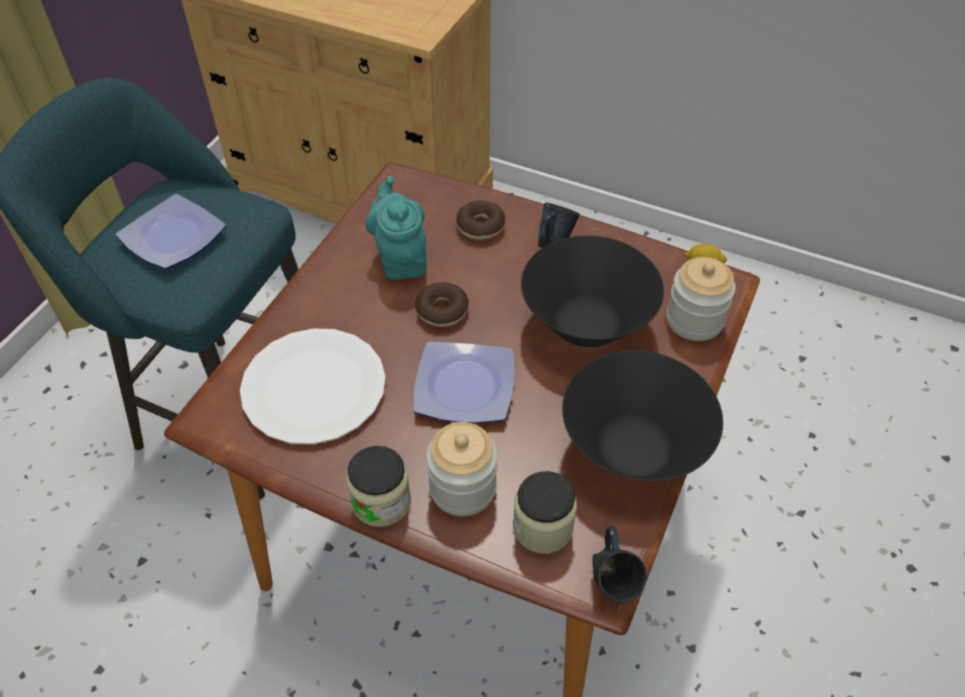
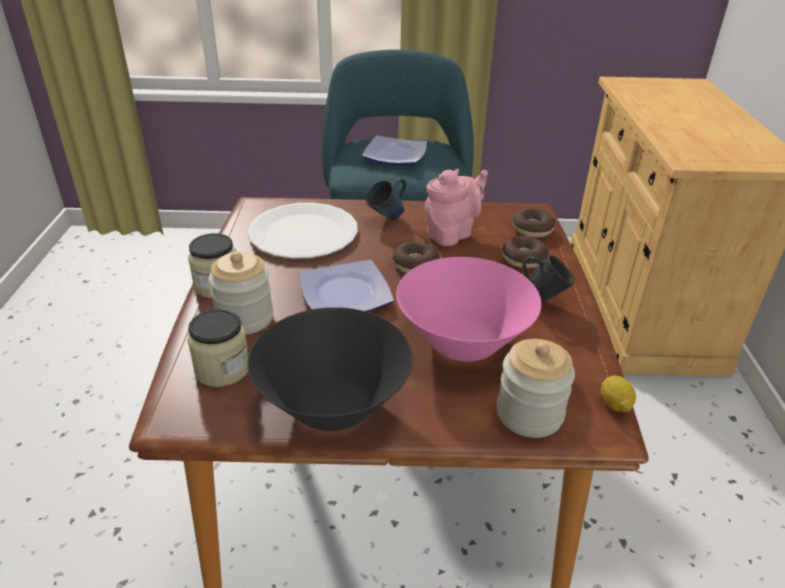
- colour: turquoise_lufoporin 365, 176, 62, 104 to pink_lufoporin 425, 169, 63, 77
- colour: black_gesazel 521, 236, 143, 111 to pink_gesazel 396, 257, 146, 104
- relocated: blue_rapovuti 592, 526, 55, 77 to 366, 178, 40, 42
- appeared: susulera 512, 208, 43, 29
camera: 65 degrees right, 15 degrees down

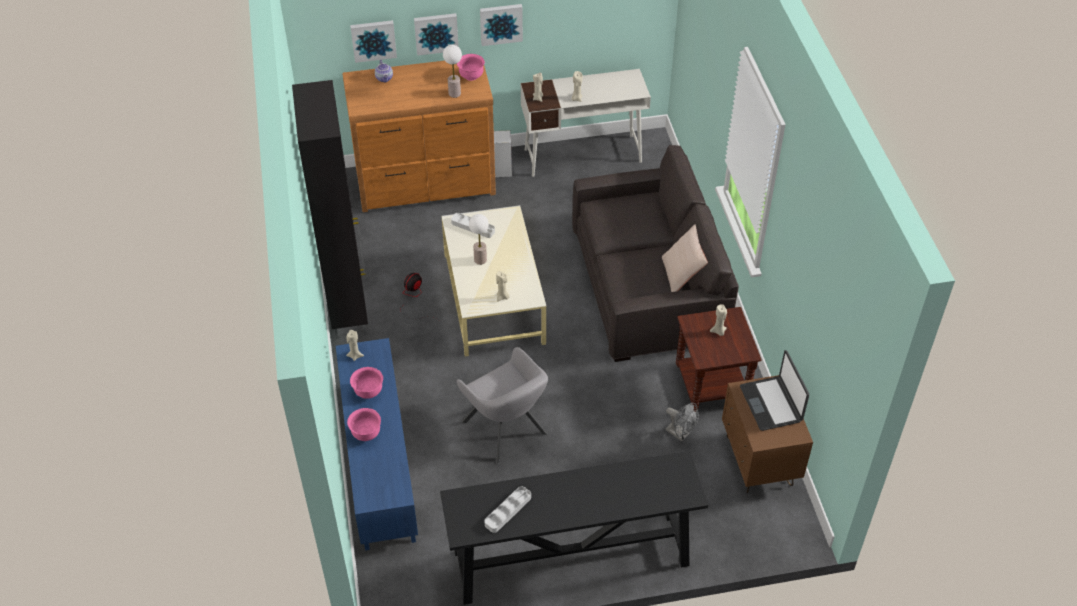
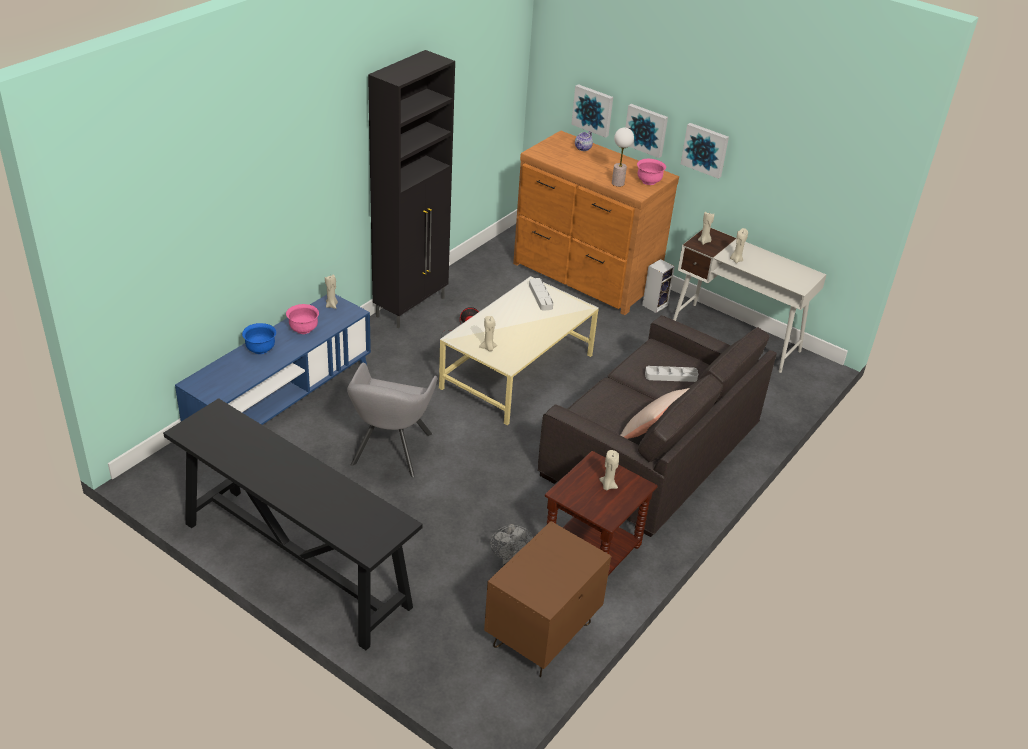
- missing: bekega 469, 214, 20, 51
- missing: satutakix 740, 350, 69, 81
- colour: pink_gesazel 347, 408, 34, 33 to blue_gesazel 242, 323, 34, 31
- relocated: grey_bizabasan 485, 486, 46, 47 to 645, 366, 53, 16
camera: 45 degrees right, 10 degrees down

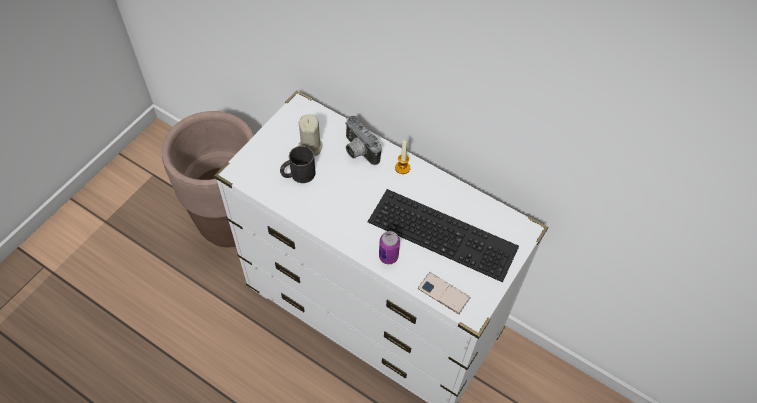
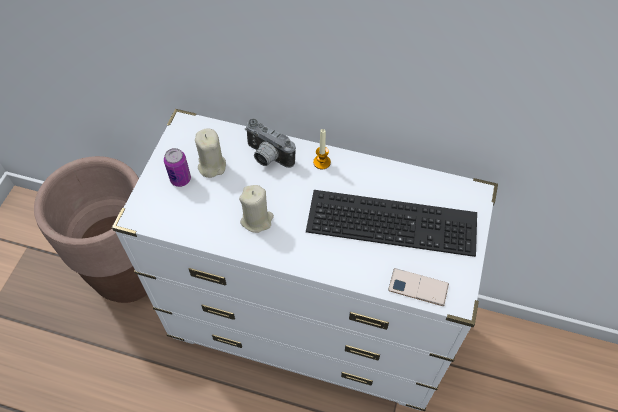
- missing: black_rapovuti 280, 146, 36, 37
- relocated: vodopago 379, 231, 21, 33 to 164, 148, 27, 39
- appeared: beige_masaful 239, 185, 35, 48
camera: 15 degrees left, 0 degrees up

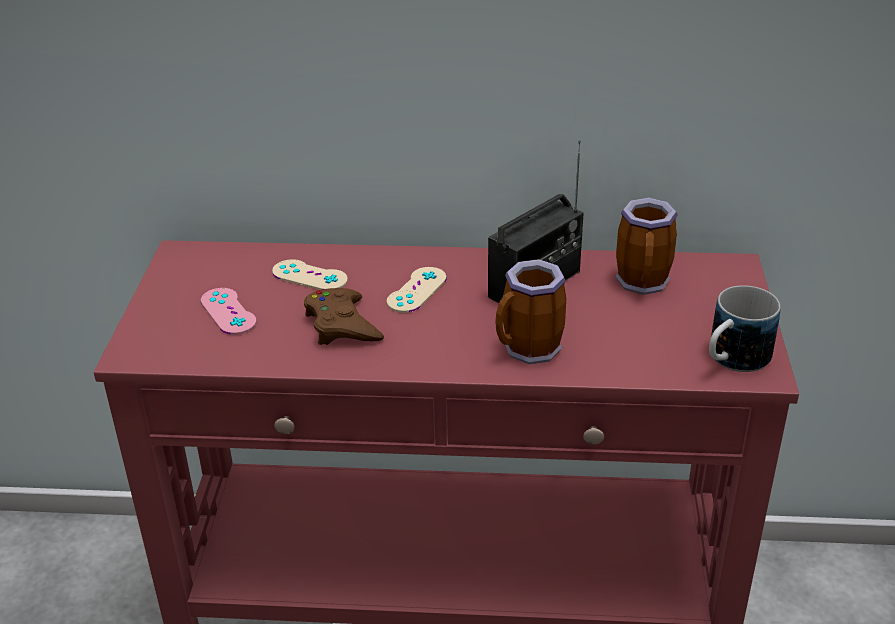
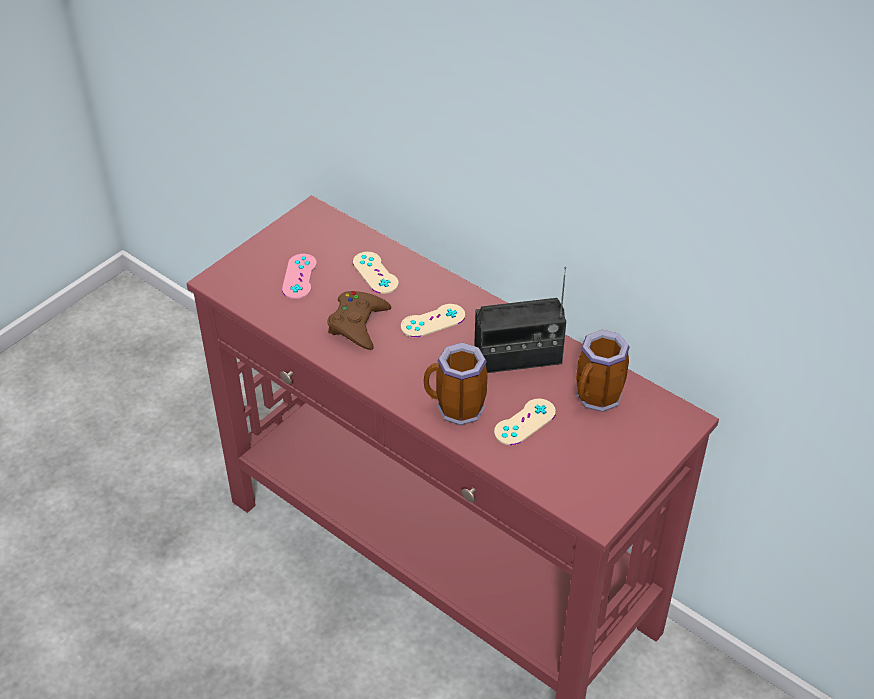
- missing: rapovuti 709, 285, 72, 87
- appeared: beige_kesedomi 494, 399, 62, 46
camera: 35 degrees right, 10 degrees up

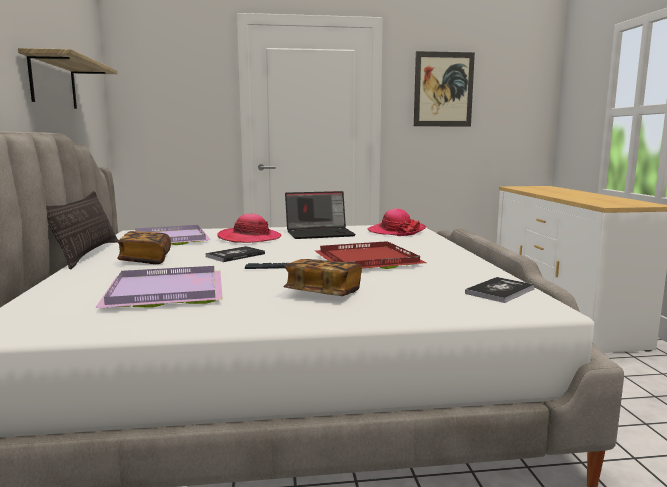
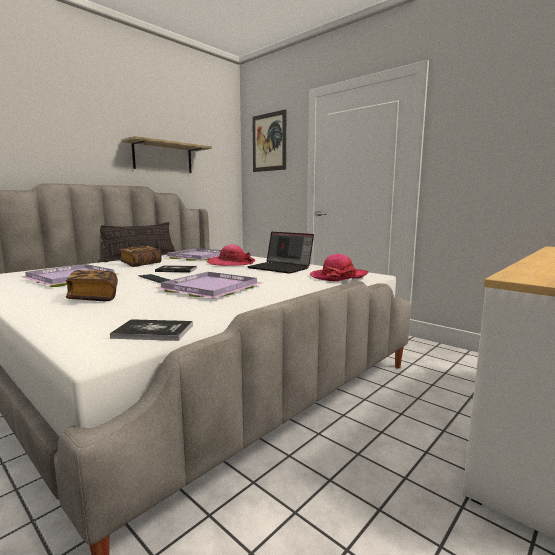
- relocated: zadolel 414, 51, 61, 75 to 252, 109, 34, 63
- colour: red_bizabasan 315, 241, 112, 28 to purple_bizabasan 156, 272, 107, 26
camera: 50 degrees right, 0 degrees up

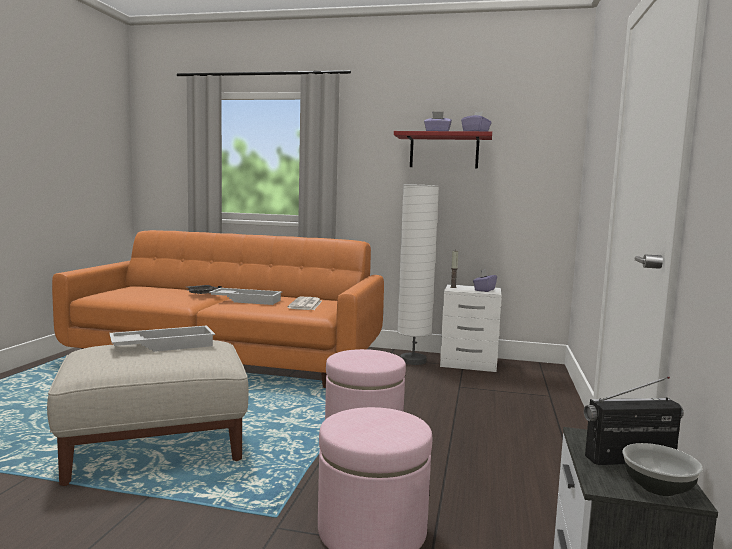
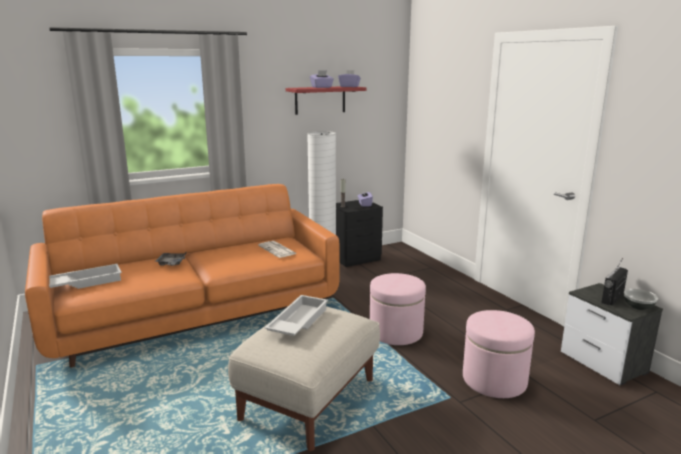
- colour: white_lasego 440, 284, 62, 88 to black_lasego 336, 200, 47, 67
- relocated: white_bizabasan 209, 288, 73, 17 to 49, 264, 73, 25
camera: 40 degrees left, 10 degrees up

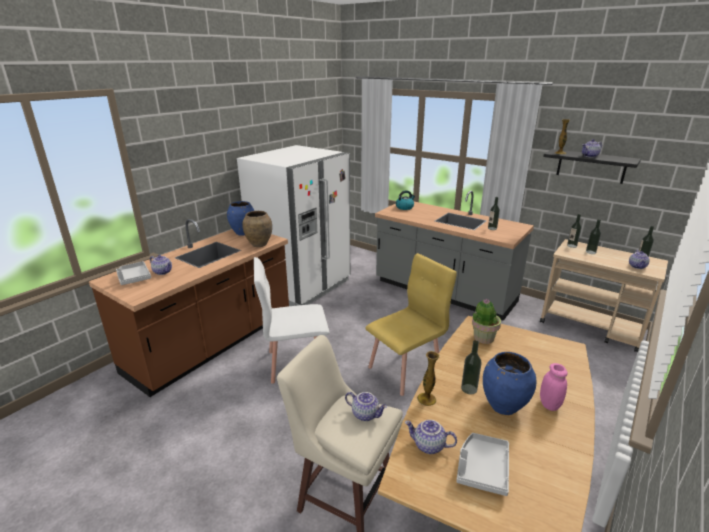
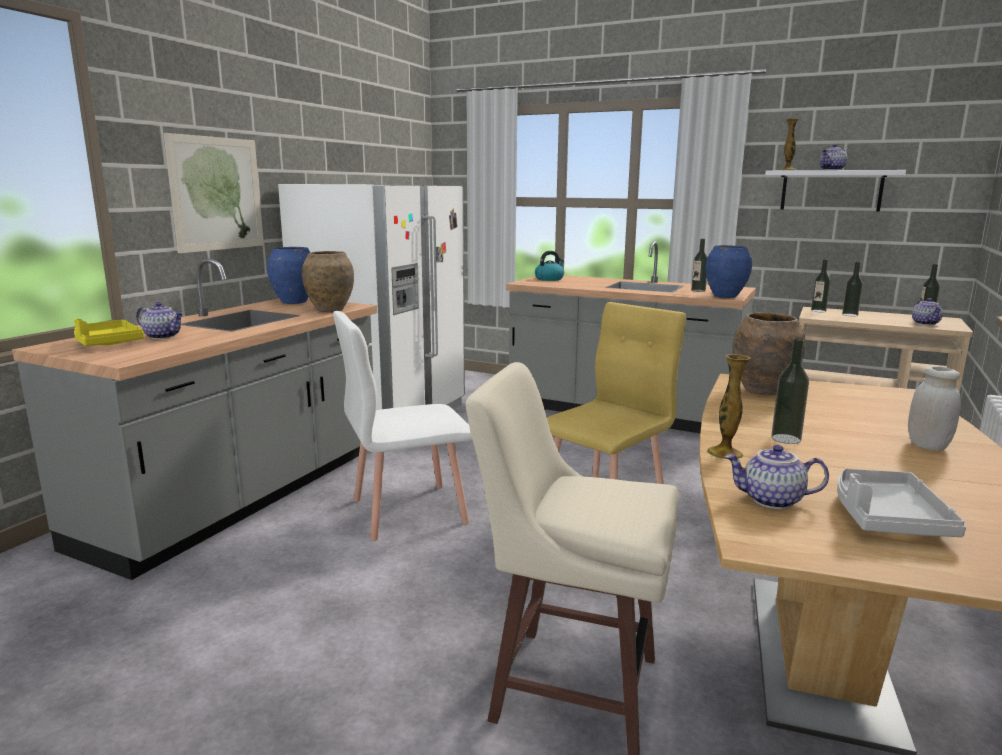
- colour: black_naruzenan 543, 149, 98, 35 to white_naruzenan 765, 170, 141, 41
- colour: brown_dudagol 89, 219, 200, 178 to grey_dudagol 12, 259, 365, 321
- colour: grey_bizabasan 116, 261, 35, 24 to yellow_bizabasan 74, 319, 70, 27
- exchanged: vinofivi 472, 299, 29, 45 to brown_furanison 733, 312, 73, 84
- relocated: blue_furanison 483, 352, 53, 63 to 706, 245, 46, 53
- colour: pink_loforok 540, 363, 28, 48 to white_loforok 908, 366, 53, 85
- missing: lufoporin 345, 392, 42, 29
- appeared: zadolel 163, 133, 101, 120
camera: 10 degrees left, 10 degrees down

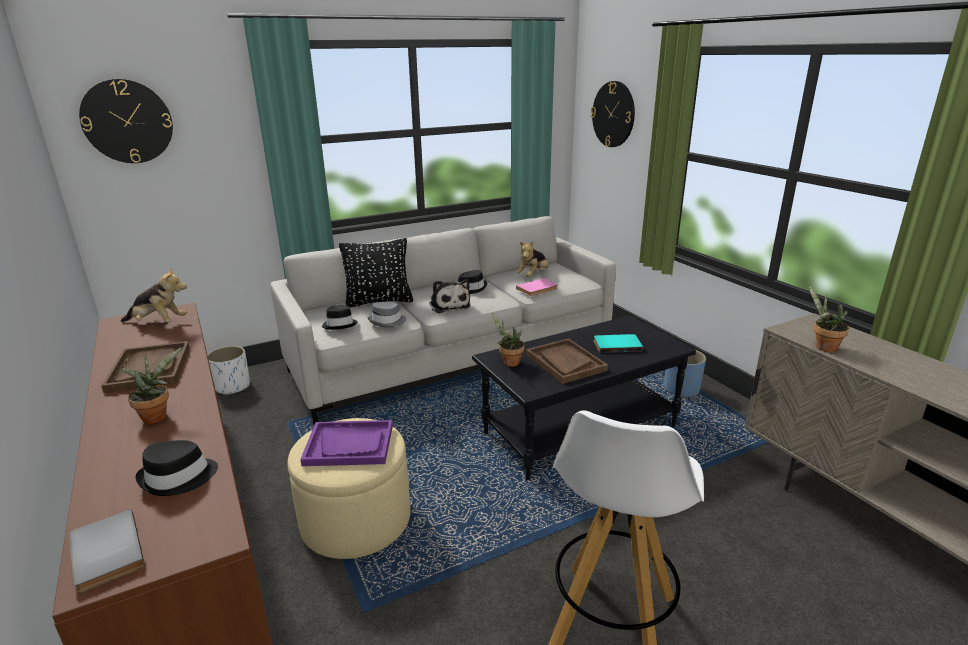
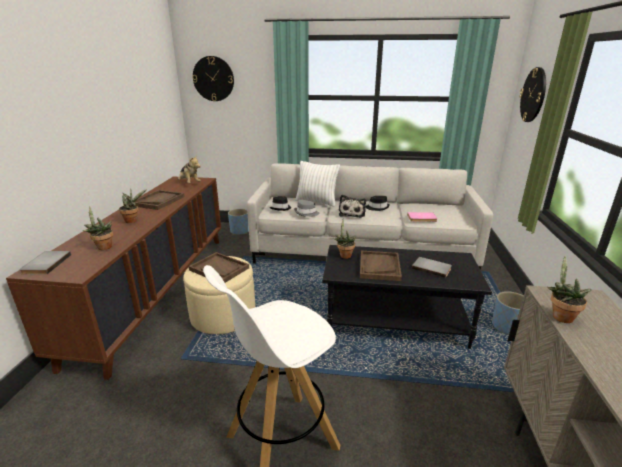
- colour: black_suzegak 339, 238, 74, 70 to white_suzegak 295, 161, 45, 46
- missing: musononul 516, 241, 32, 36
- colour: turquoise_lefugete 594, 334, 49, 19 to grey_lefugete 412, 257, 40, 21
- colour: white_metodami 207, 346, 43, 49 to blue_metodami 228, 209, 21, 26
- colour: purple_bizabasan 300, 420, 93, 46 to brown_bizabasan 188, 252, 61, 31
- exchanged: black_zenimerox 136, 440, 82, 56 to vinofivi 83, 206, 30, 44
camera: 35 degrees right, 0 degrees up

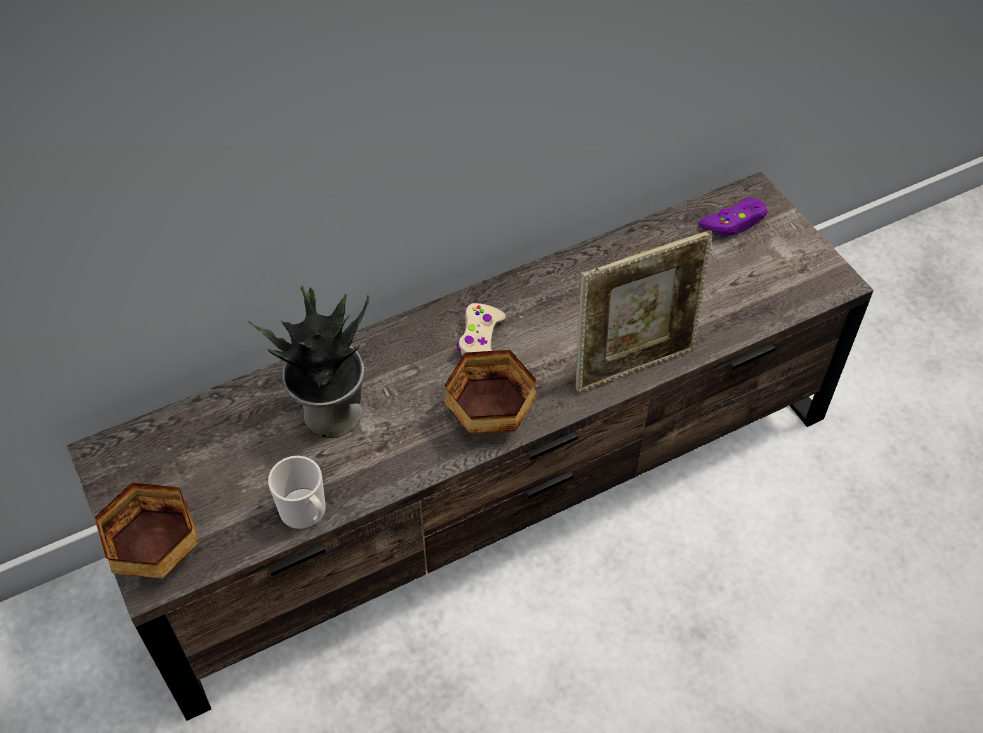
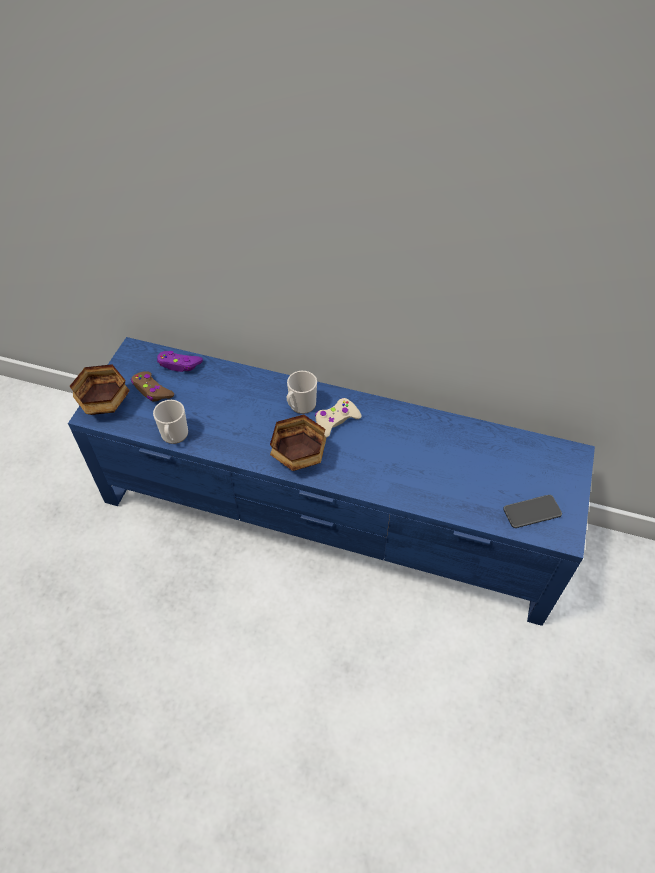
- colour: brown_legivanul 67, 172, 807, 549 to blue_legivanul 68, 337, 527, 289
- relocated: purple_kesedomi 698, 197, 70, 39 to 157, 351, 46, 21
- missing: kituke 575, 230, 138, 162
- missing: vinofivi 247, 286, 122, 152
- appeared: brown_kesedomi 131, 371, 43, 31
- appeared: rapovuti 287, 371, 30, 43
- appeared: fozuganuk 503, 495, 59, 33
camera: 45 degrees right, 0 degrees up

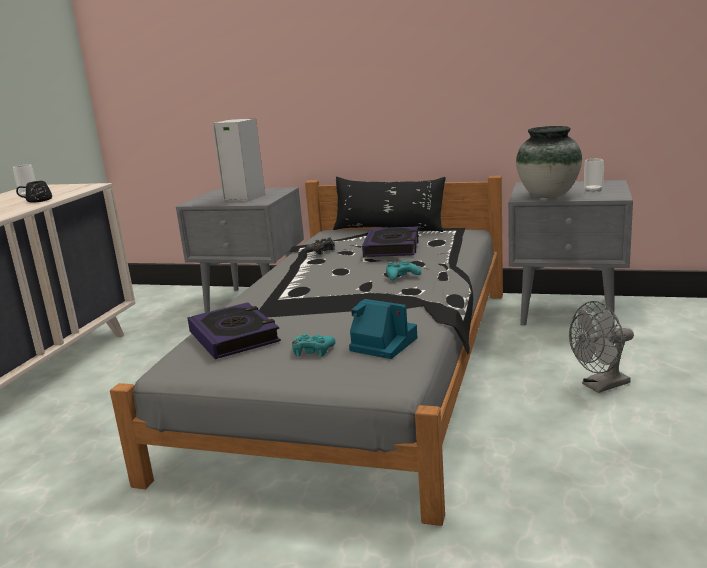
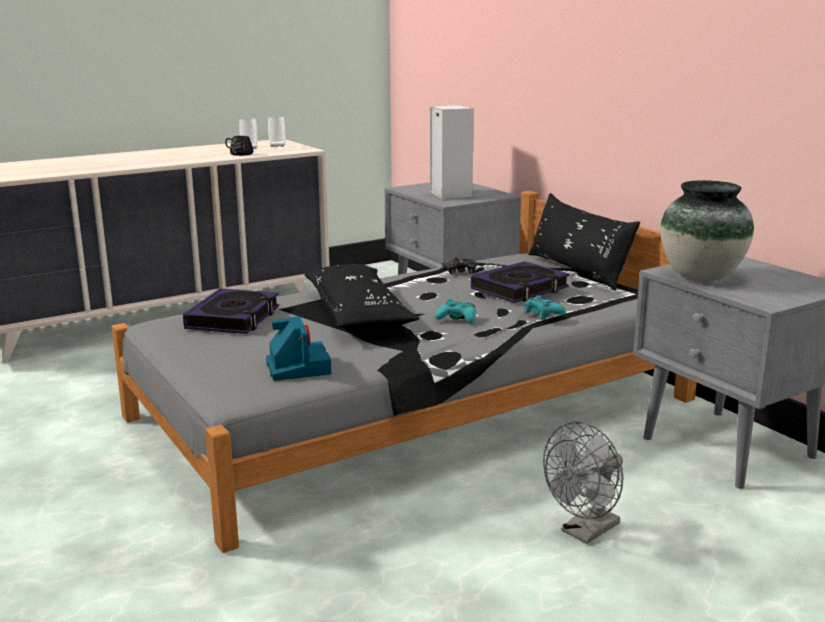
- relocated: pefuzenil 584, 159, 20, 34 to 268, 117, 18, 31
- spun: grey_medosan 569, 301, 65, 92 = 543, 421, 80, 123 60 degrees counterclockwise
- relocated: turquoise_kesedomi 292, 334, 44, 23 to 524, 295, 42, 24
- appeared: black_suzegak 305, 264, 115, 68
camera: 40 degrees right, 0 degrees up

